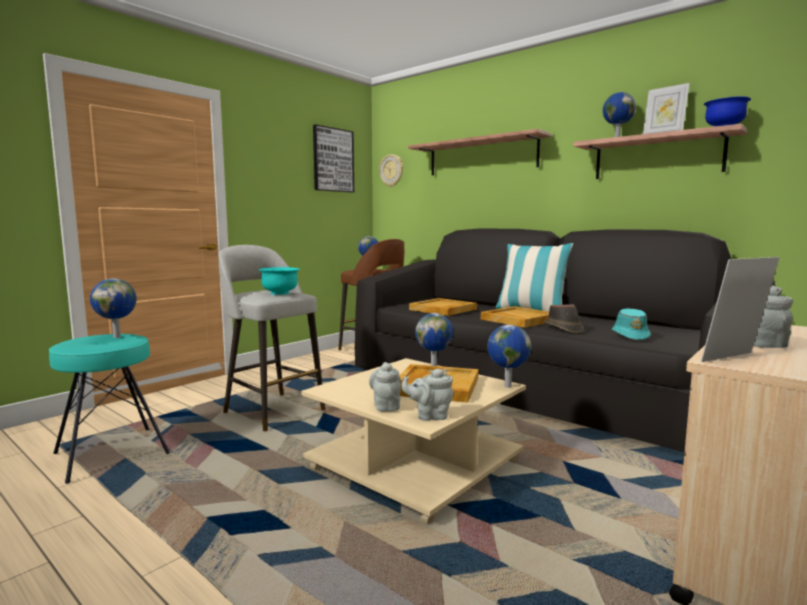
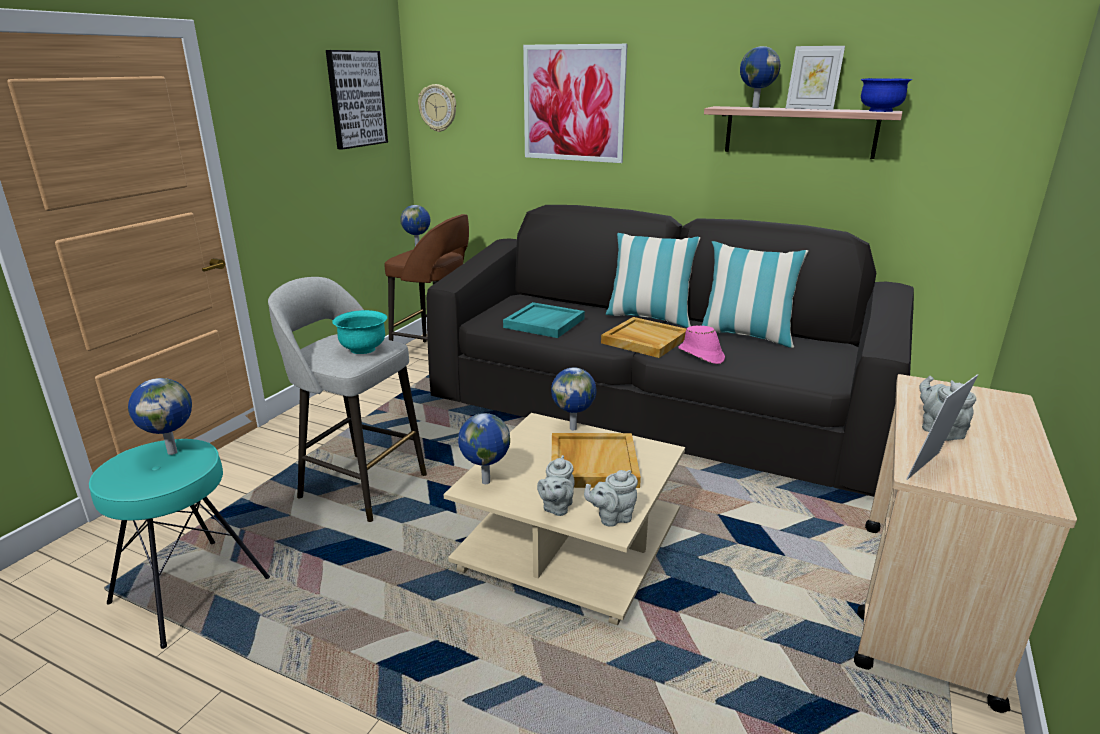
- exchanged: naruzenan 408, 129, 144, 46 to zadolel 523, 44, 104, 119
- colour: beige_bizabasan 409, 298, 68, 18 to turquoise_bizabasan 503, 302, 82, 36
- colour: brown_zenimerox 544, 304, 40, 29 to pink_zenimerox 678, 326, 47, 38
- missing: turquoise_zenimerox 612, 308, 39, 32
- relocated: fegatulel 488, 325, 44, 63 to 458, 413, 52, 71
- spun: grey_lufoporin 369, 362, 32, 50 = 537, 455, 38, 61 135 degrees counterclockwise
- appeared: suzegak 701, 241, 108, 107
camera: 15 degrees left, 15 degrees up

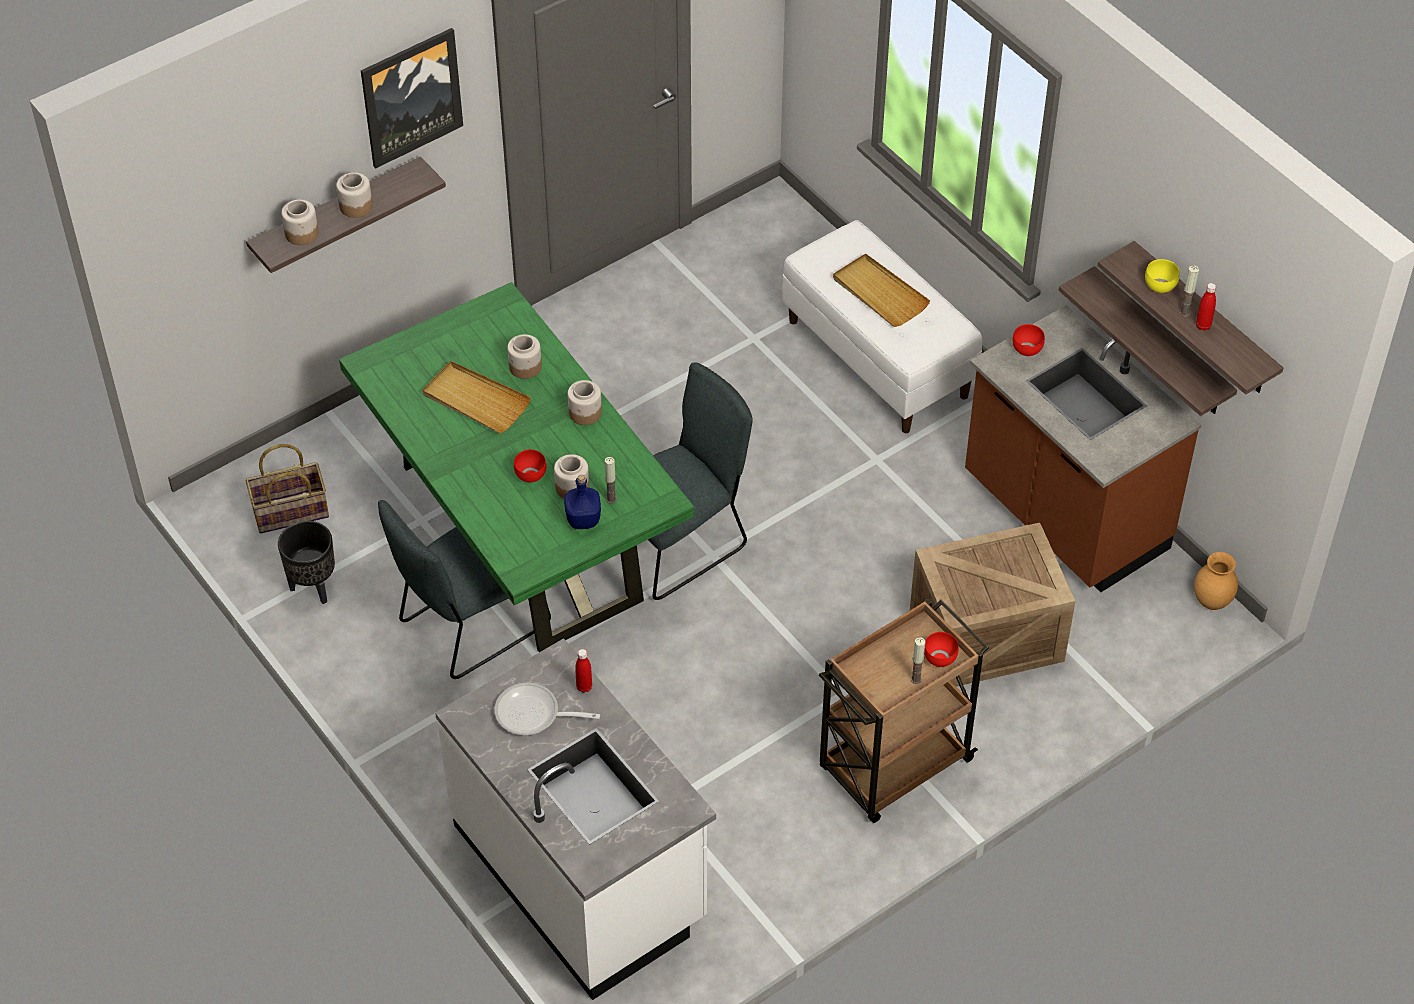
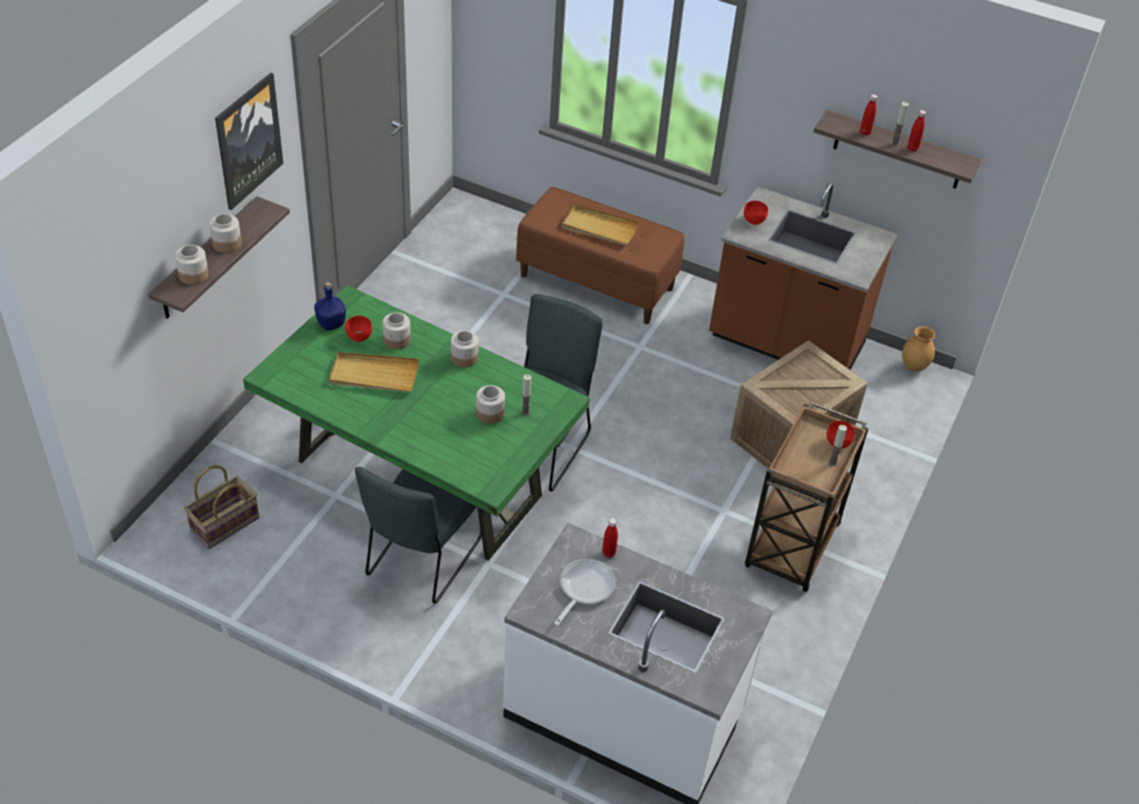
- colour: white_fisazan 782, 220, 200, 213 to brown_fisazan 516, 187, 169, 137
- exchanged: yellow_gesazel 1145, 259, 34, 34 to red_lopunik 860, 94, 18, 41
- missing: naruzenan 1059, 266, 178, 150
- relocated: red_gesazel 514, 449, 32, 33 to 345, 316, 27, 26
- relocated: blue_lopunik 564, 475, 37, 54 to 314, 282, 32, 48
- missing: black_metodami 278, 521, 57, 83
- spun: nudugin 495, 683, 105, 52 = 554, 559, 62, 67 135 degrees clockwise
camera: 30 degrees left, 5 degrees down

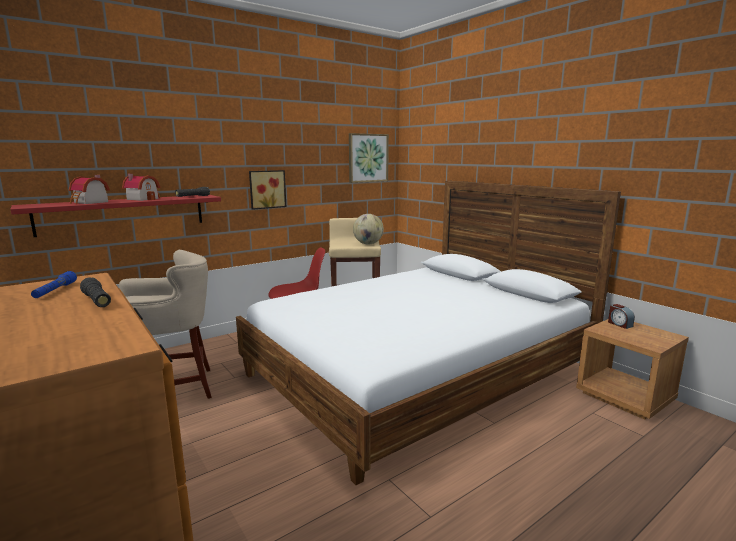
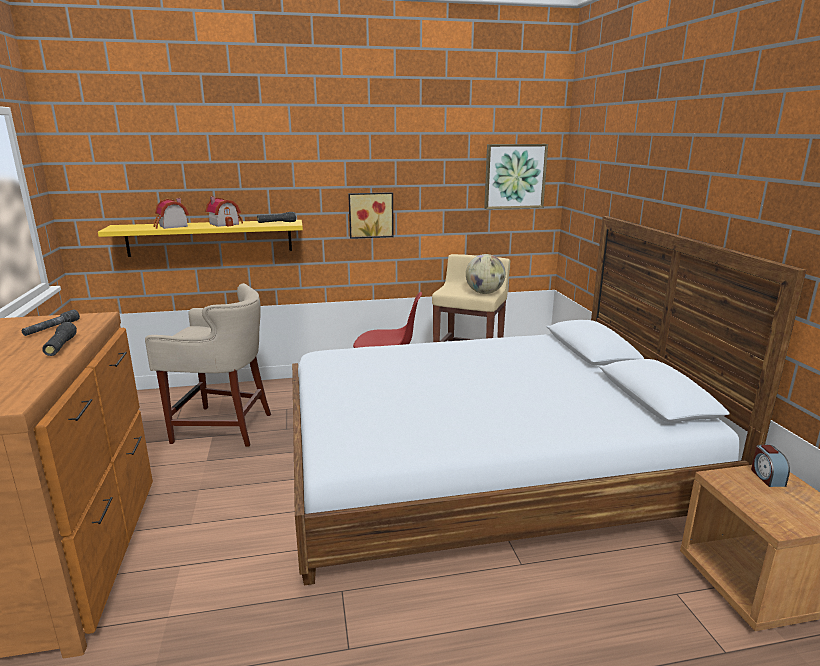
- colour: red_naruzenan 10, 195, 211, 42 to yellow_naruzenan 98, 220, 205, 37
- colour: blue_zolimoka 31, 271, 46, 27 to grey_zolimoka 22, 310, 58, 26
camera: 25 degrees right, 5 degrees up

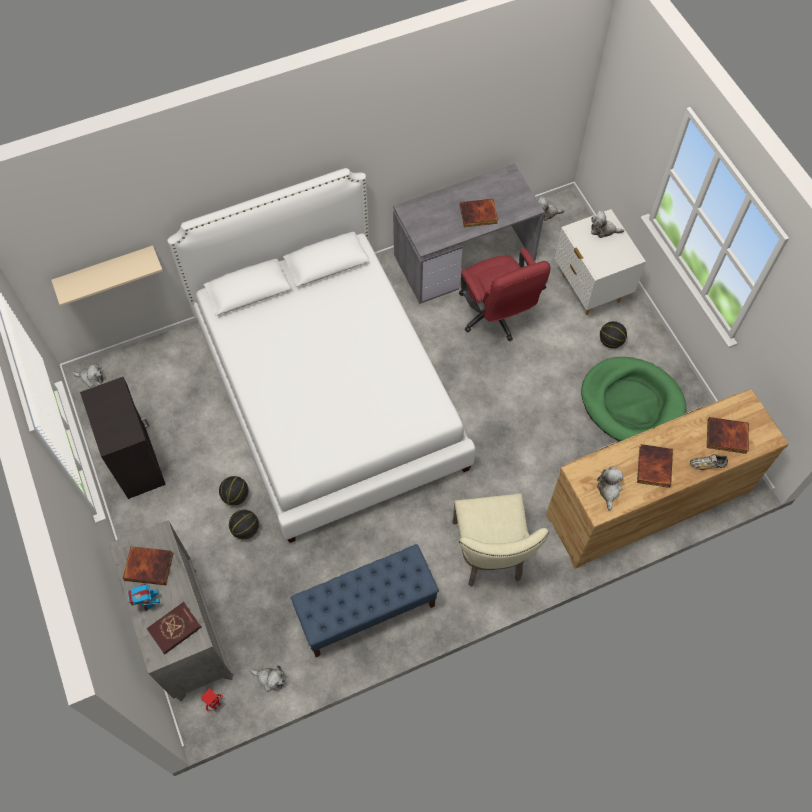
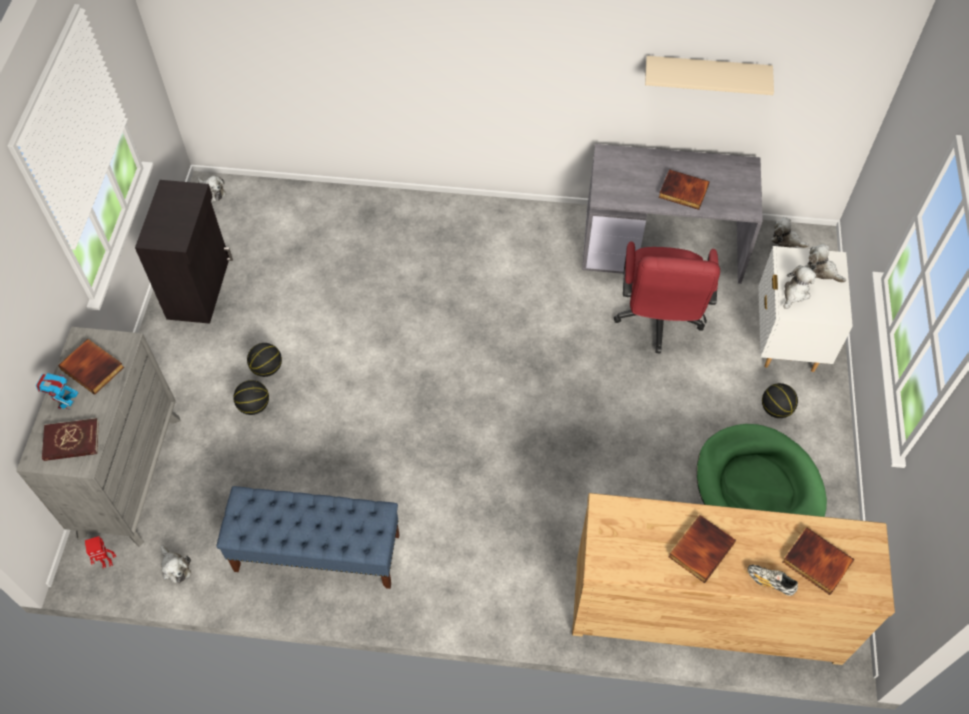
- missing: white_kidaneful 167, 168, 308, 375
- relocated: beige_naruzenan 51, 245, 112, 61 to 645, 56, 129, 39
- relocated: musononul 597, 467, 26, 43 to 783, 265, 33, 44
- missing: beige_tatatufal 452, 494, 97, 93
camera: 30 degrees right, 5 degrees down

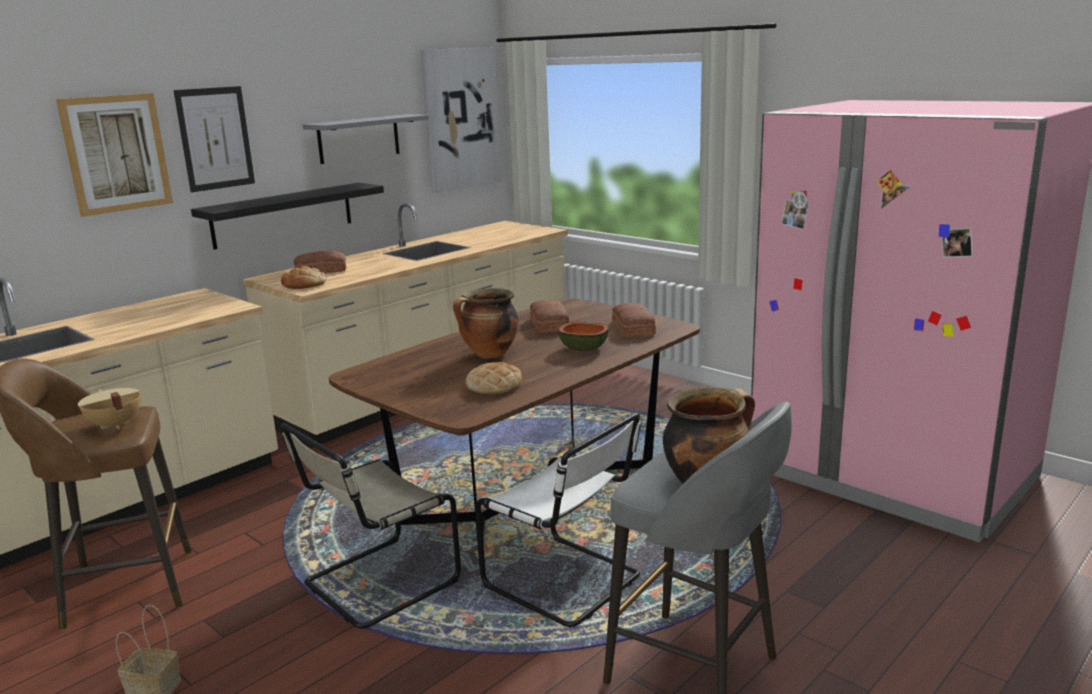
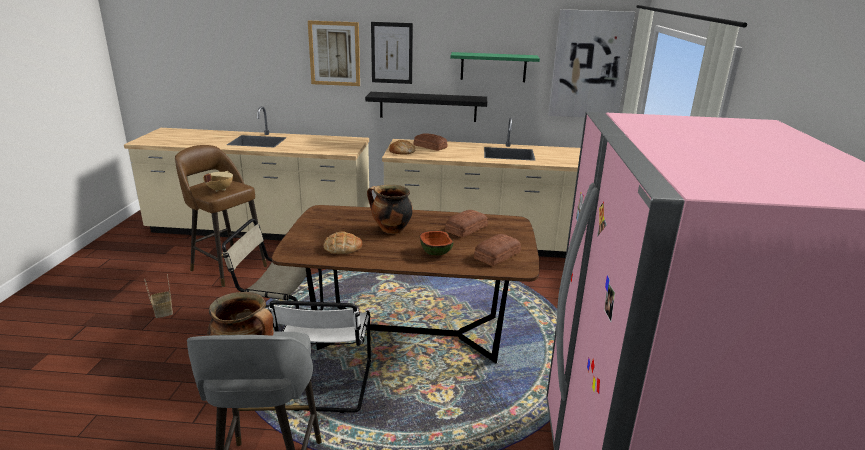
- colour: grey_naruzenan 303, 114, 126, 50 to green_naruzenan 450, 52, 90, 30
camera: 50 degrees right, 5 degrees up

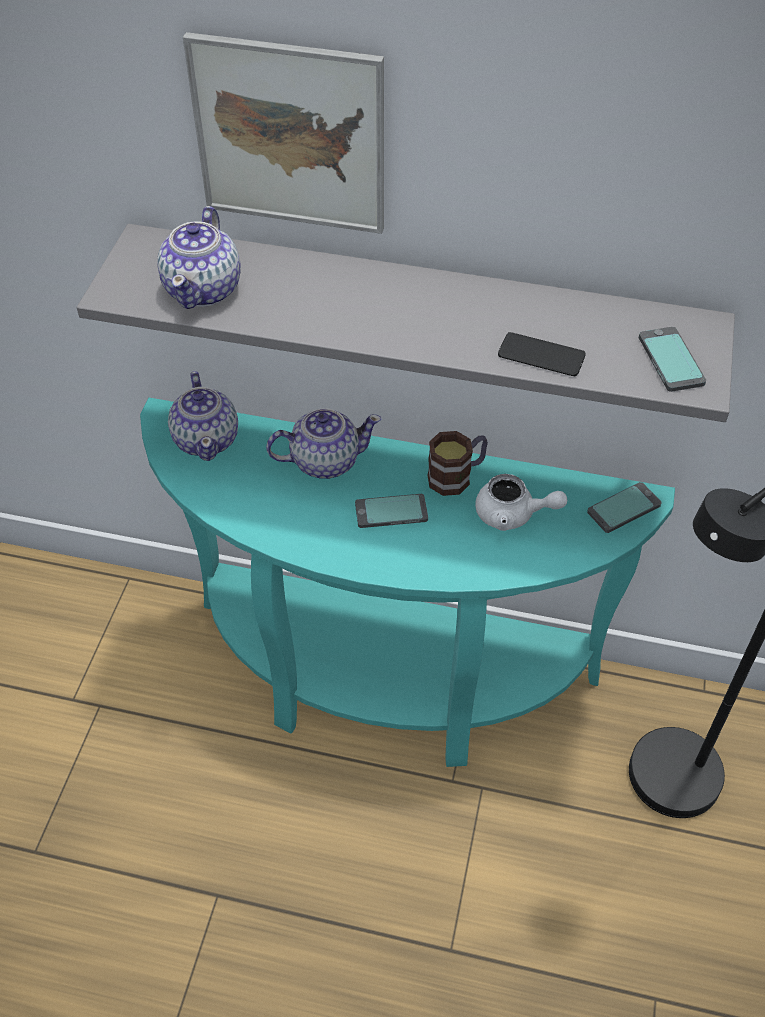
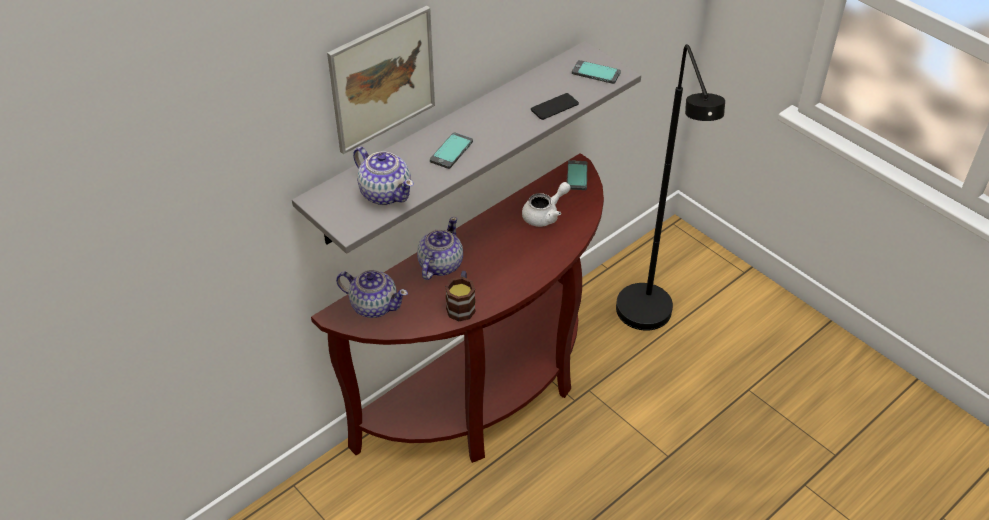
- colour: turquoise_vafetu 140, 398, 535, 369 to brown_vafetu 311, 153, 293, 310
- relocated: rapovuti 428, 431, 60, 65 to 445, 271, 31, 50
- relocated: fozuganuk 355, 494, 73, 34 to 430, 132, 43, 37
camera: 55 degrees left, 5 degrees down

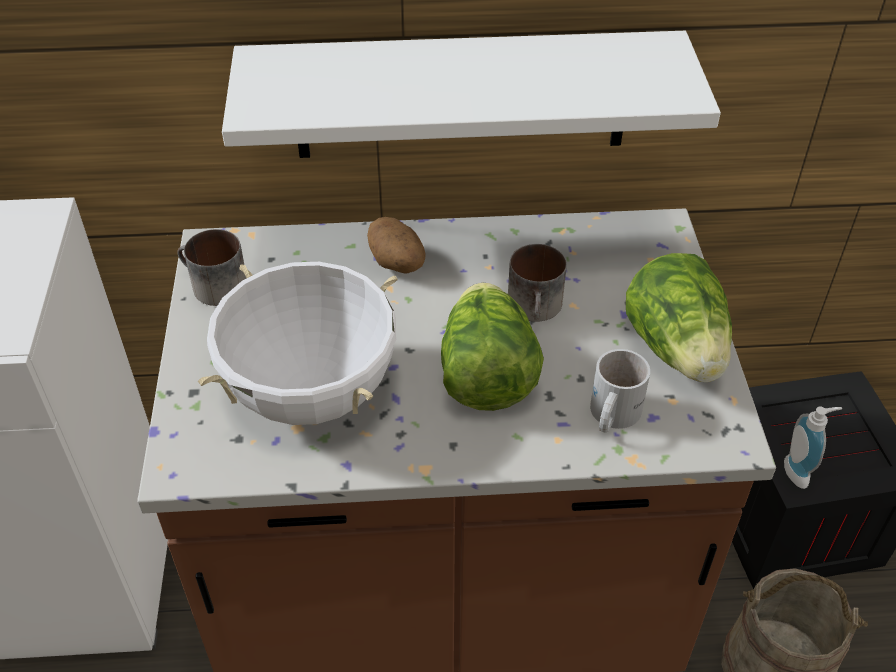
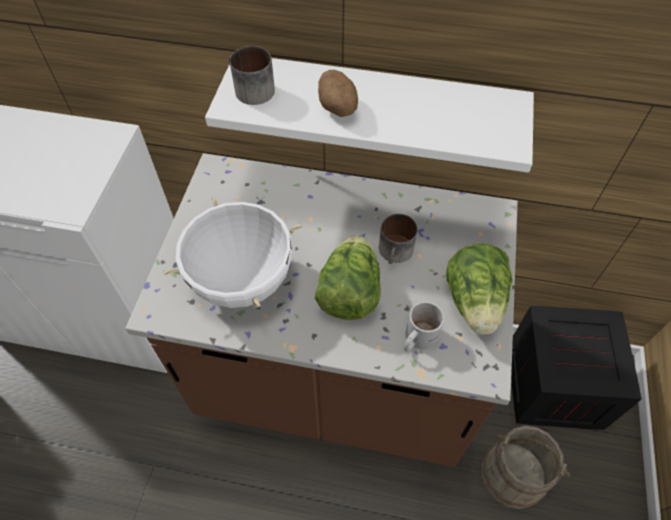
- relocated: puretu 367, 217, 59, 56 to 318, 70, 40, 47
- relocated: rapovuti 177, 229, 69, 77 to 228, 46, 47, 59
- missing: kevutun 784, 407, 58, 82
camera: 15 degrees right, 10 degrees up

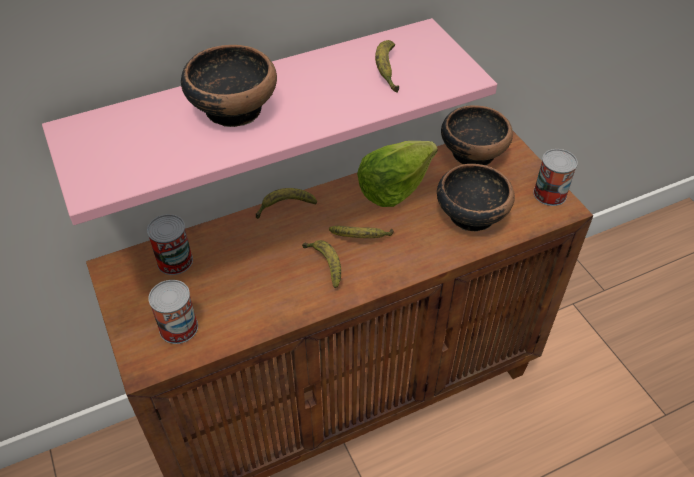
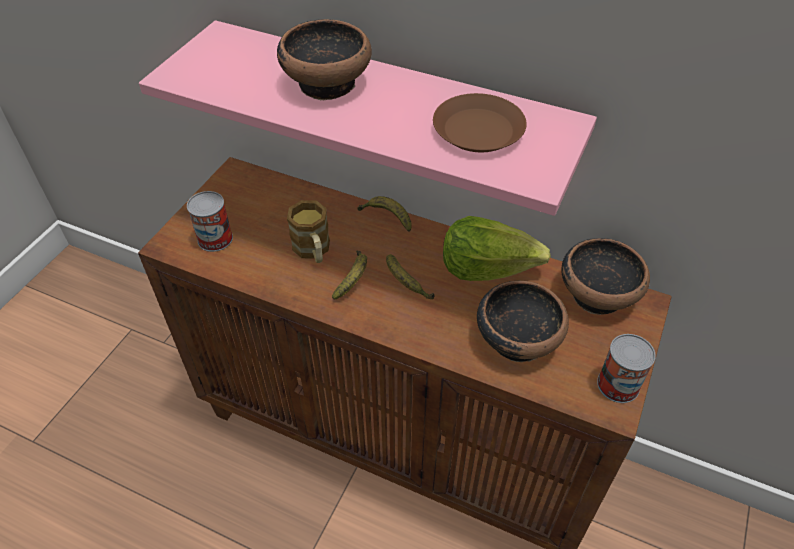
- exchanged: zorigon 375, 40, 24, 53 to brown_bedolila 433, 93, 94, 59
- missing: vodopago 147, 214, 46, 61
- appeared: rapovuti 287, 200, 43, 63
camera: 50 degrees right, 0 degrees up

